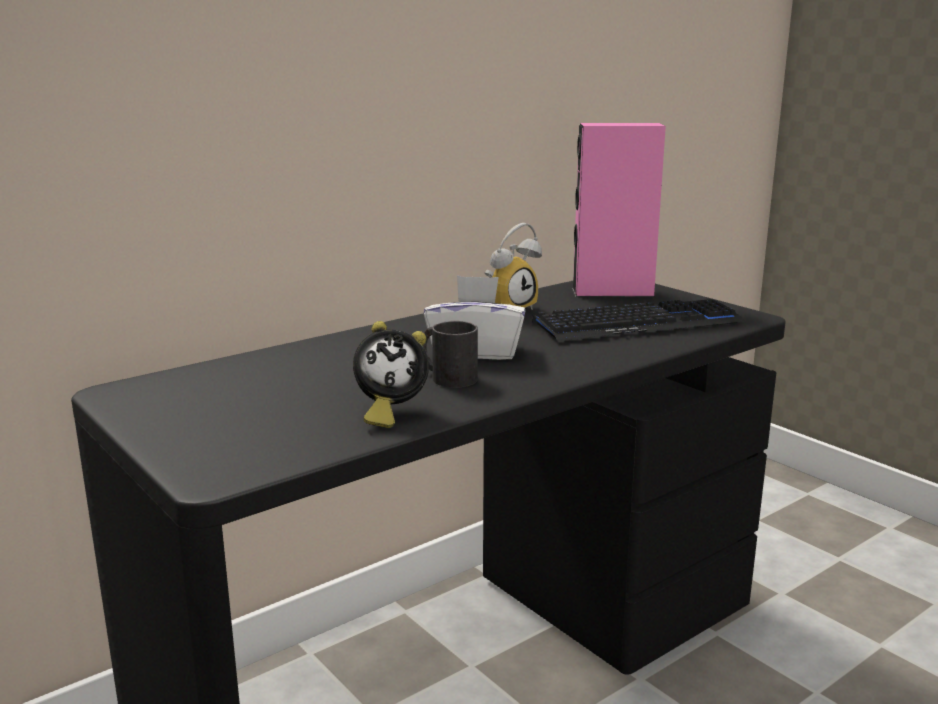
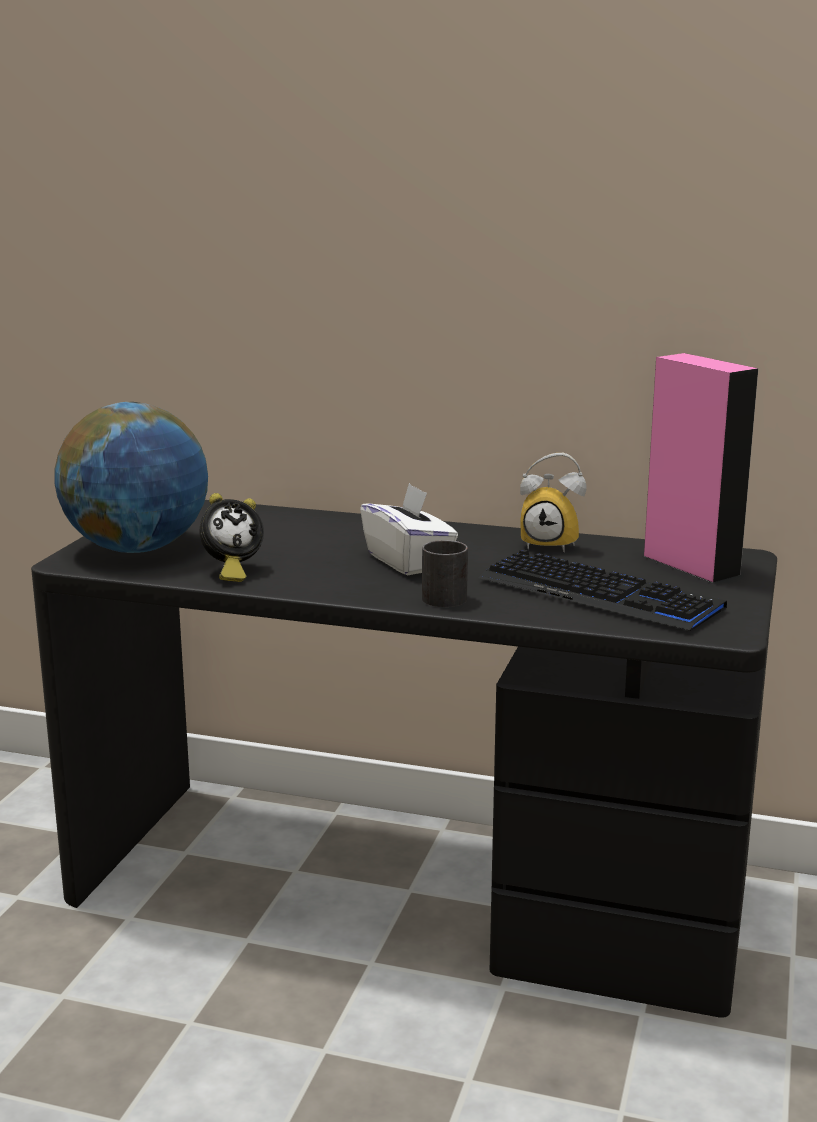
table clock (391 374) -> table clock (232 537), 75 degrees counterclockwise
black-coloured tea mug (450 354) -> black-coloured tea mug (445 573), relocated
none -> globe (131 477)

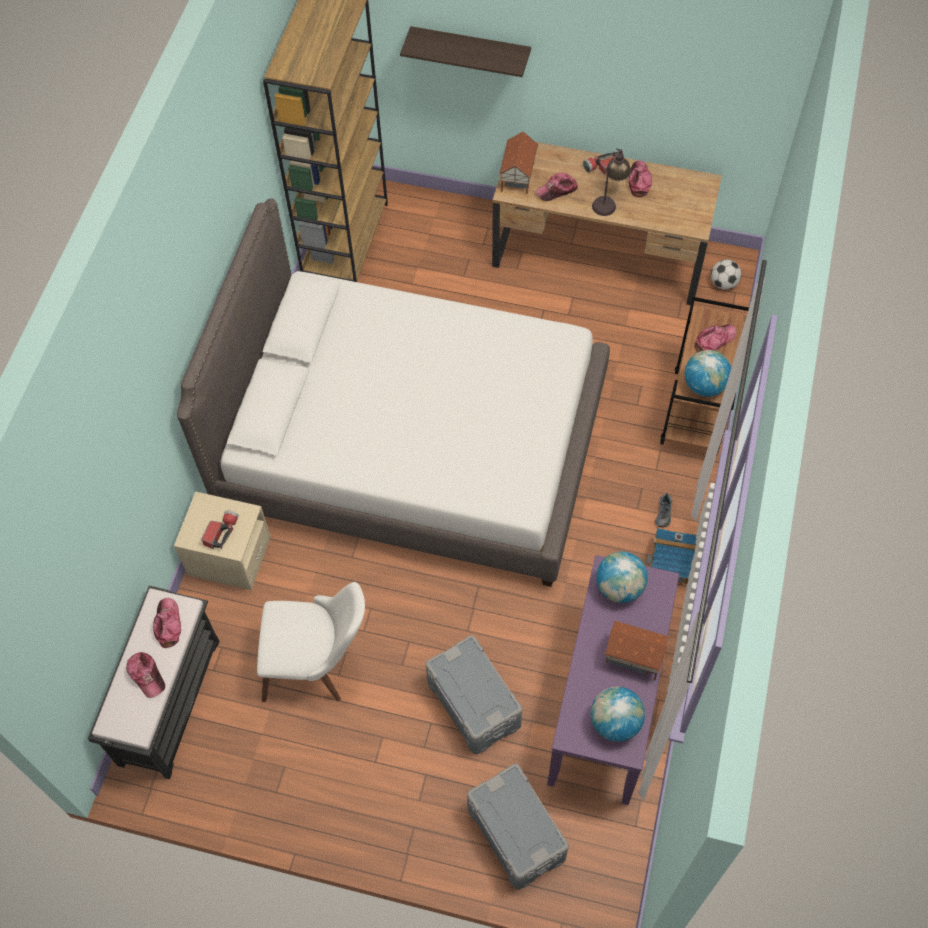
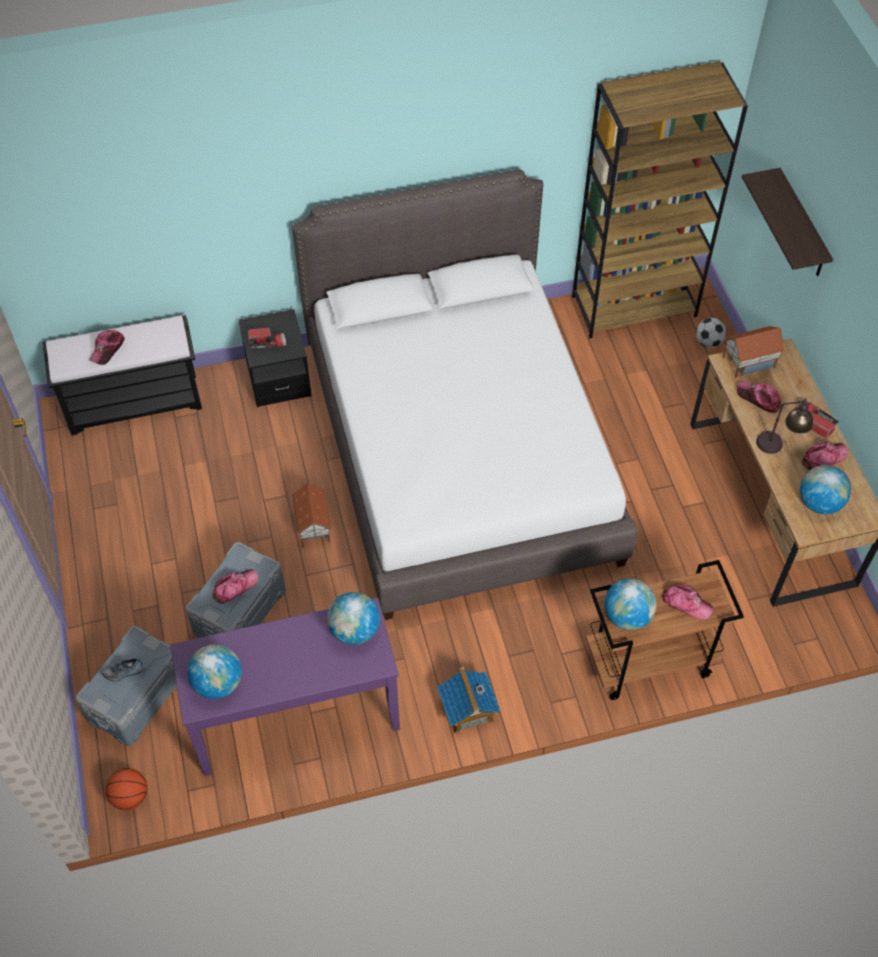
baseball cap (167 623) -> baseball cap (235 586), relocated
sand-coloured bedside table (222 540) -> black-coloured bedside table (275 358)
white-coloured upright chair (311 642) -> none
toy house (637 651) -> toy house (312 515), relocated
shoe (663 510) -> shoe (124 670), relocated
ball for football (726 274) -> ball for football (711 333), relocated
none -> ball for basketball (126 789)
none -> globe (825 489)

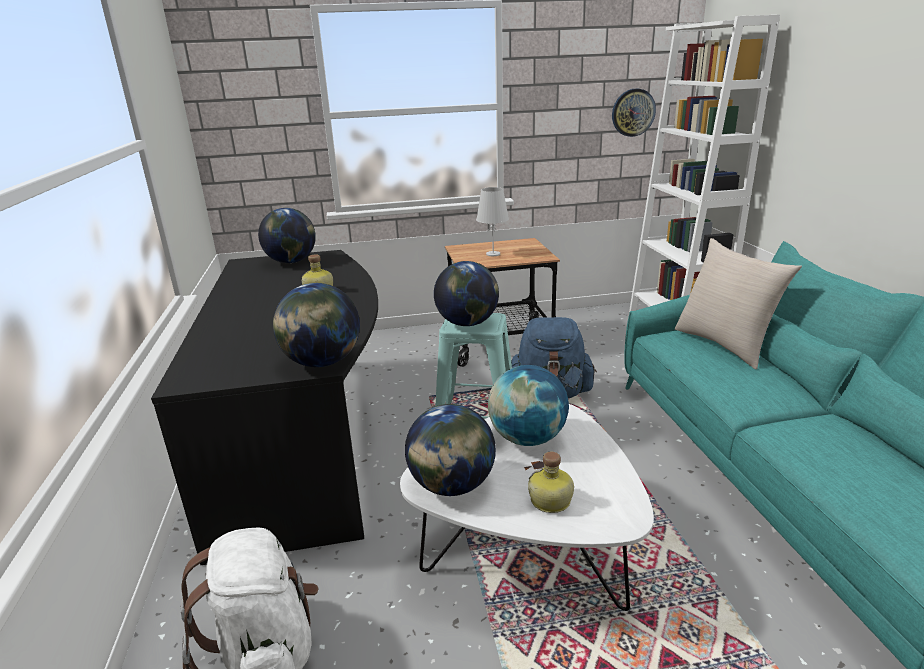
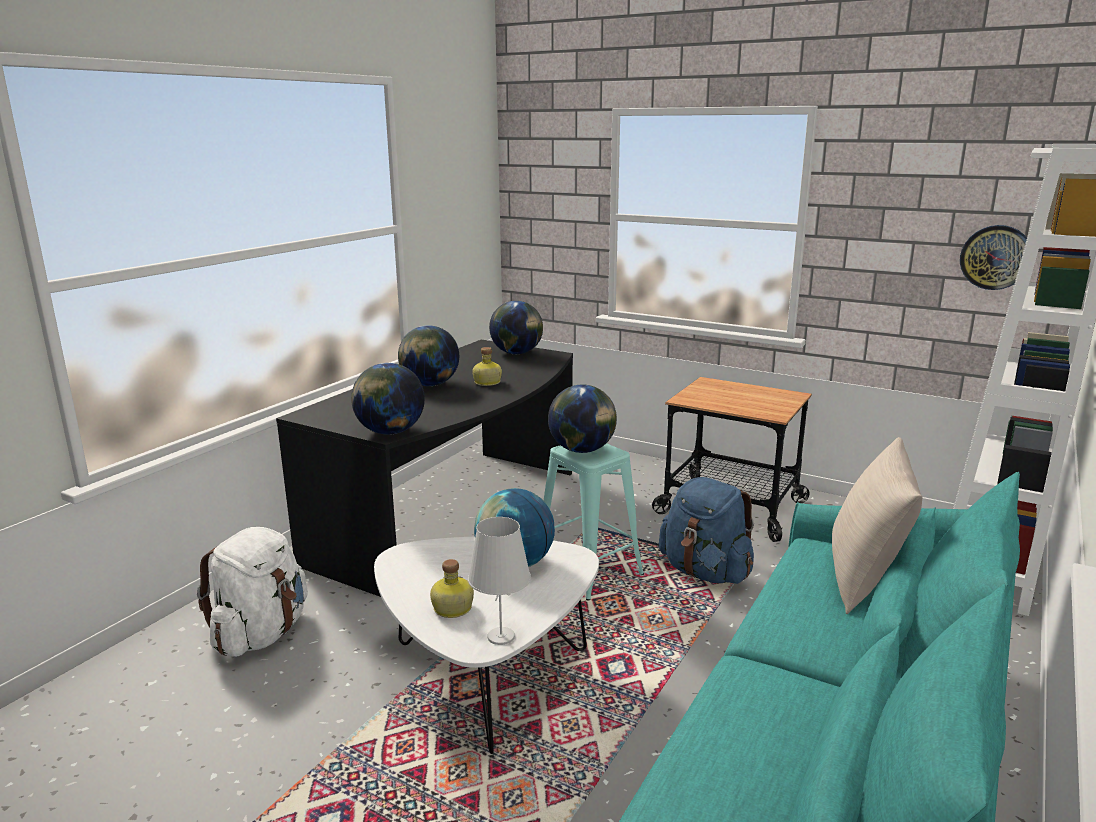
globe (450 450) -> globe (428 355), relocated
white-coloured tabletop lamp (492 221) -> white-coloured tabletop lamp (499 581), relocated

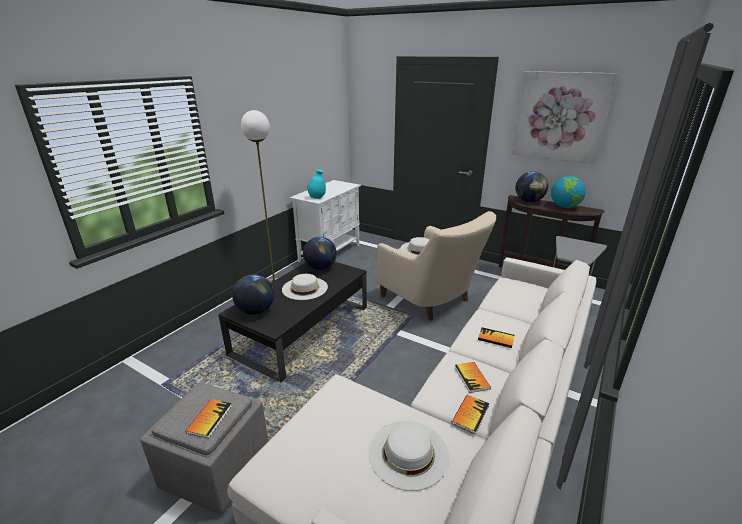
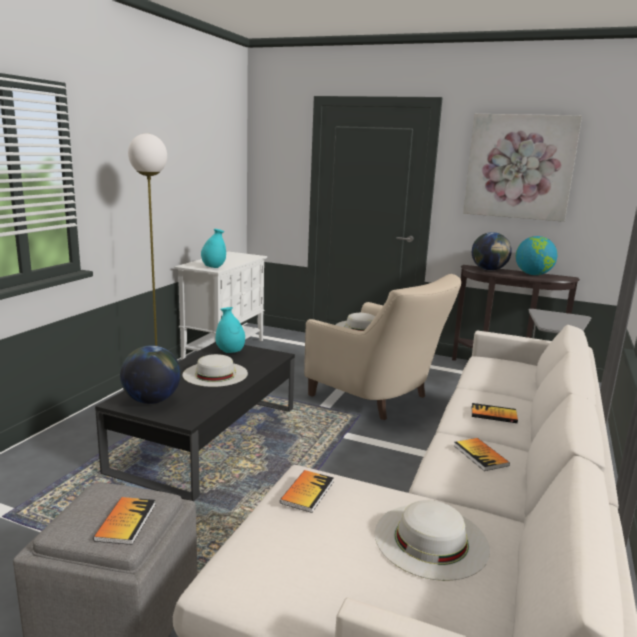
globe (320 253) -> turquoise-coloured decorative vase (230 330)
book (470 414) -> book (306 491), relocated

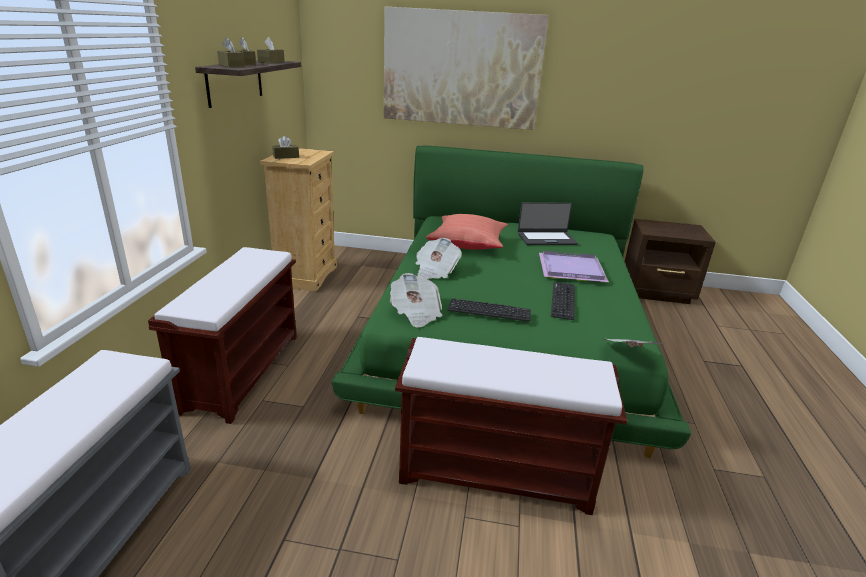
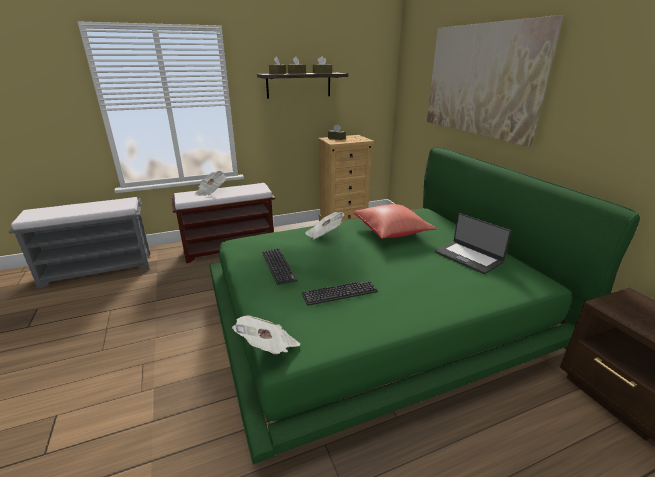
newspaper (416 300) -> newspaper (210 183), relocated
brown long seat (511 426) -> none
purple carrying tray (574 266) -> none

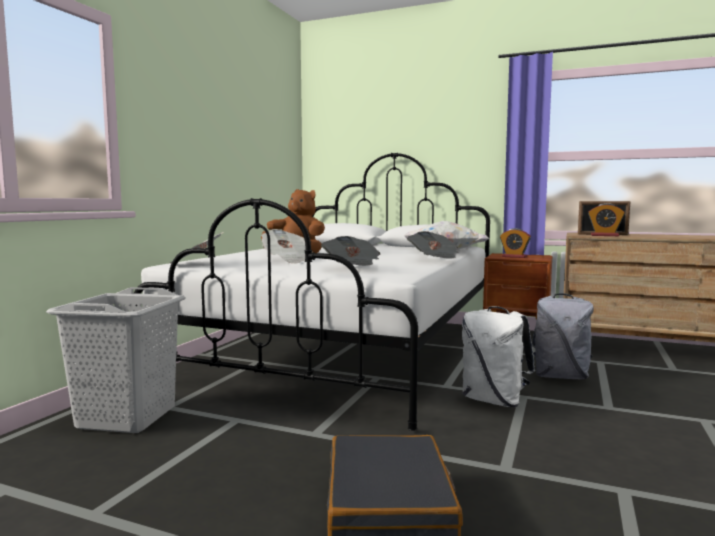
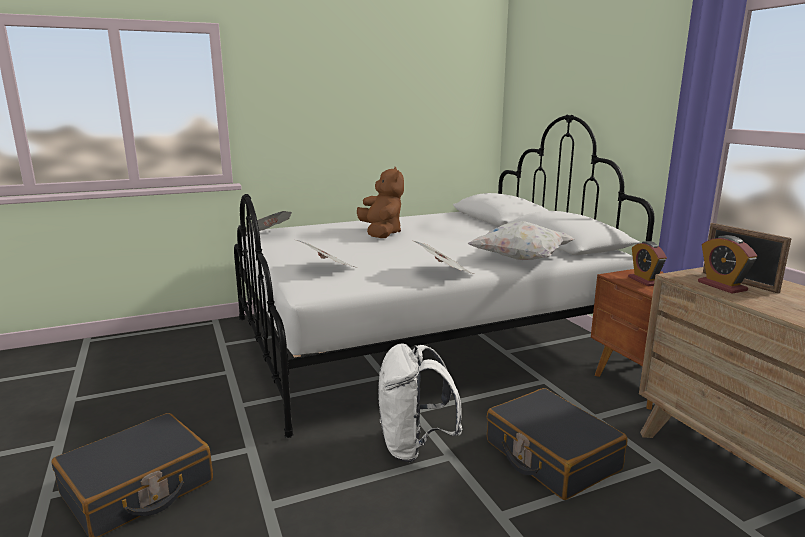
grey hamper (116 360) -> none
newspaper (283 246) -> none
grey backpack (563 336) -> black-coloured piece of luggage (557 444)

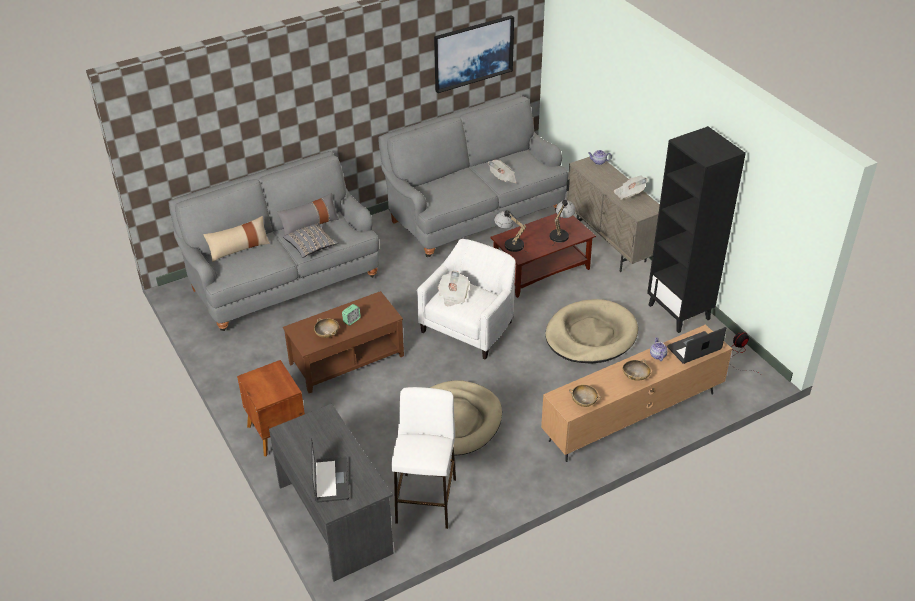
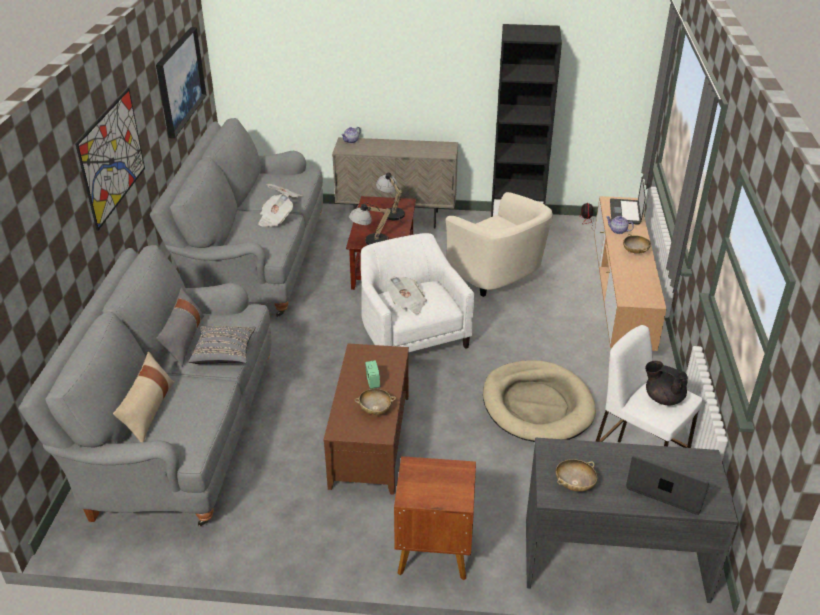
sand-coloured pet bed (591 331) -> sand-coloured armchair (499 244)
sand-coloured bowl (585 396) -> sand-coloured bowl (576 475), relocated
newspaper (631 187) -> newspaper (275 210), relocated
none -> wall picture (110 159)
none -> black-coloured teapot (666 383)

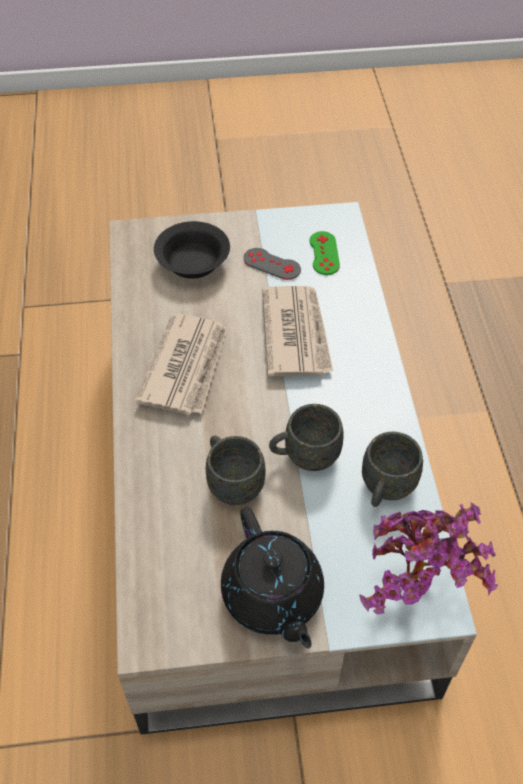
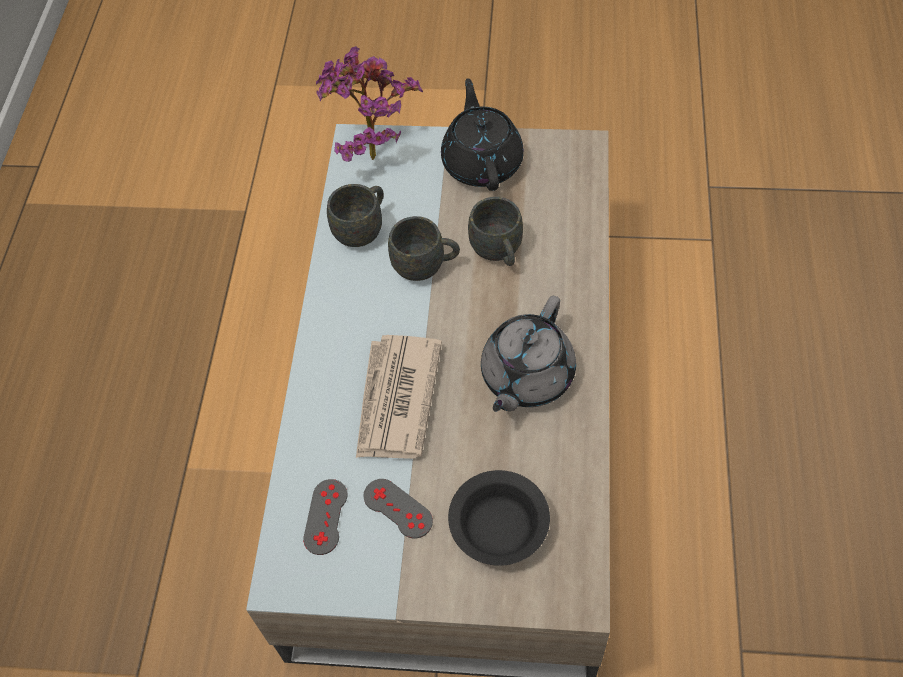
newspaper (181 364) -> grey teapot (528 354)
green joypad (324 253) -> grey joypad (325 517)

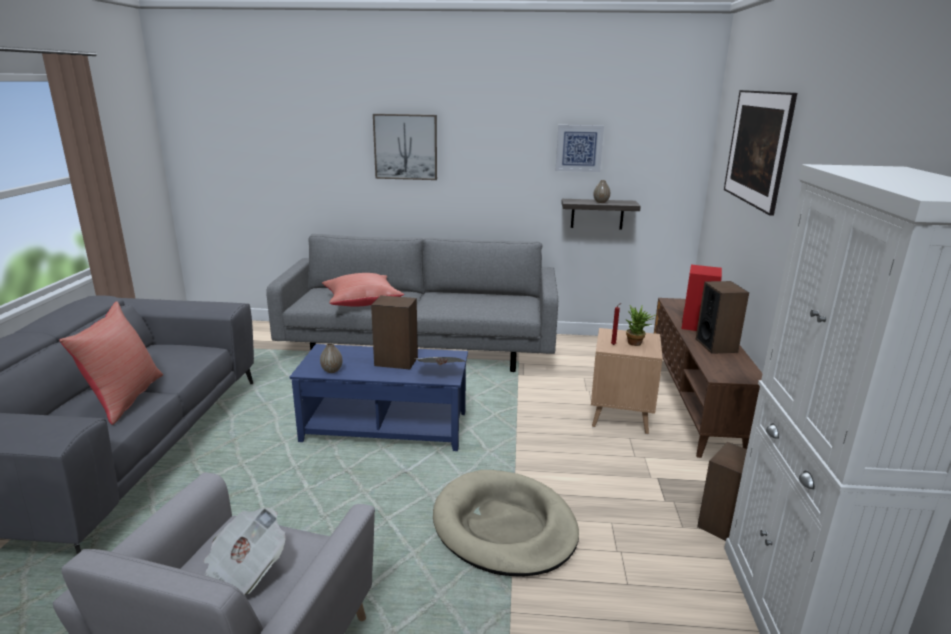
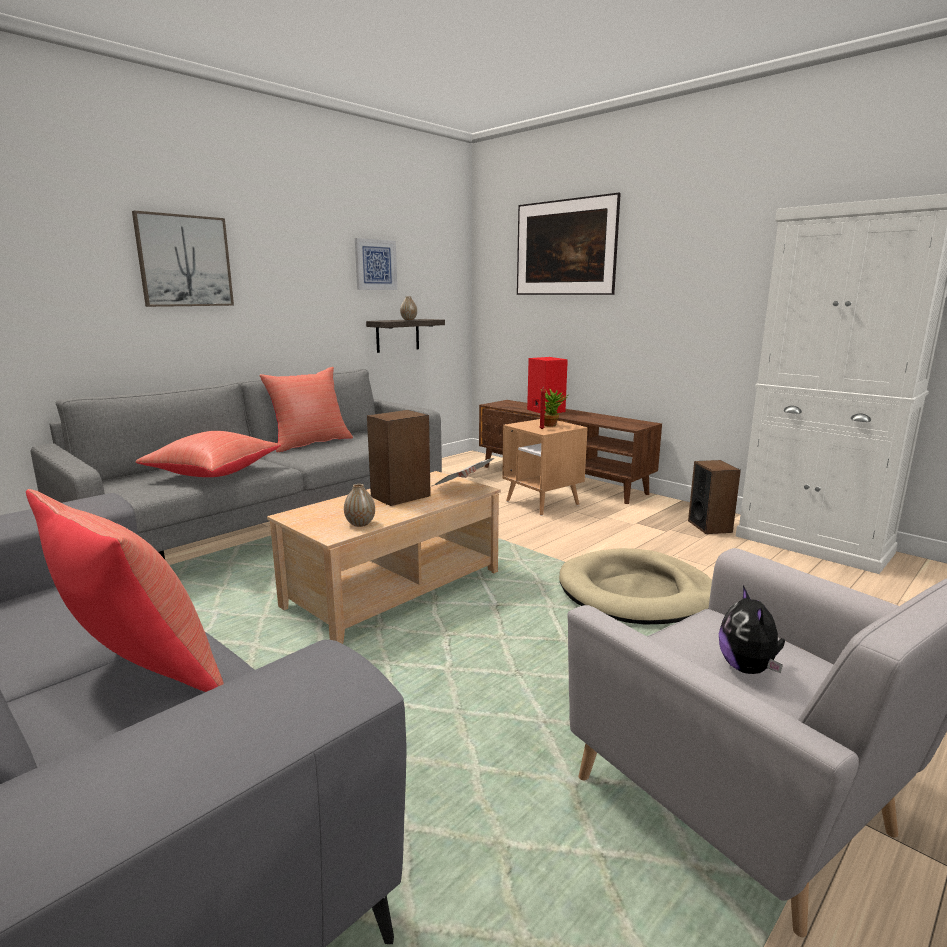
newspaper (244 551) -> soft toy (752 630)
blue coffee table (379 397) -> sand-coloured coffee table (384 557)
speaker (722 317) -> none
none -> red-coloured throw pillow (306 409)

